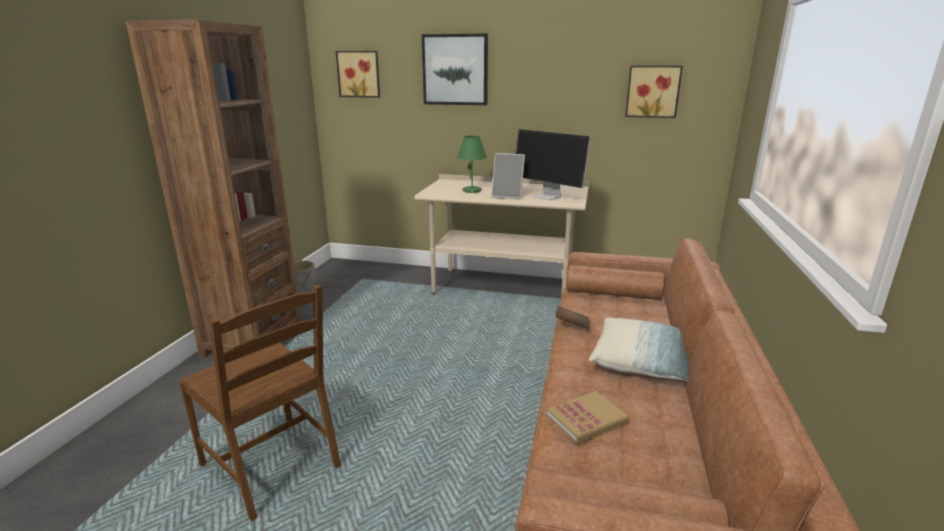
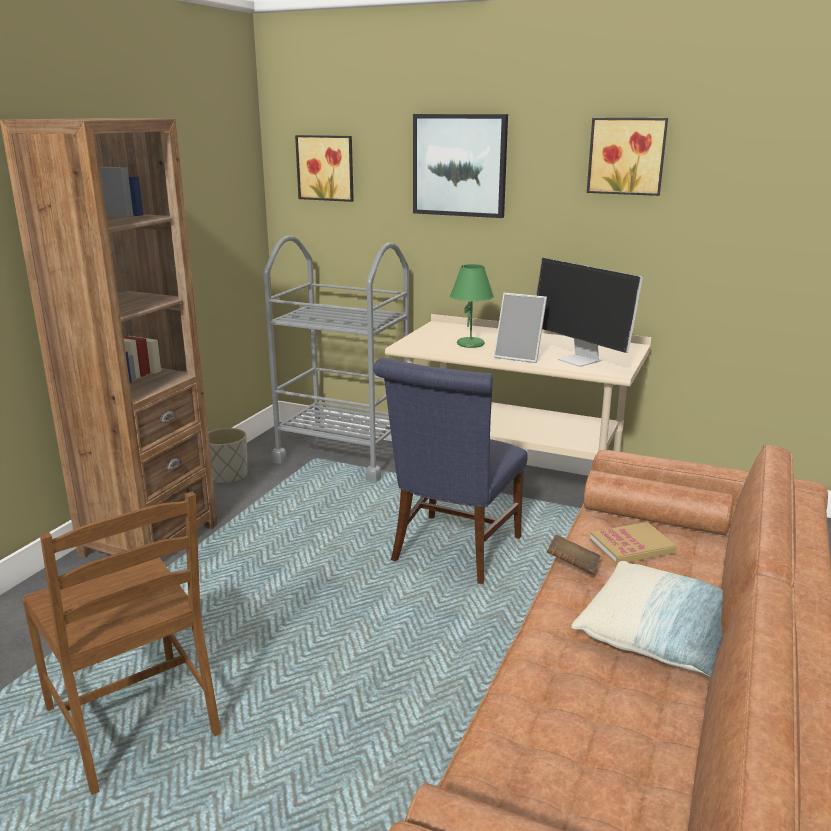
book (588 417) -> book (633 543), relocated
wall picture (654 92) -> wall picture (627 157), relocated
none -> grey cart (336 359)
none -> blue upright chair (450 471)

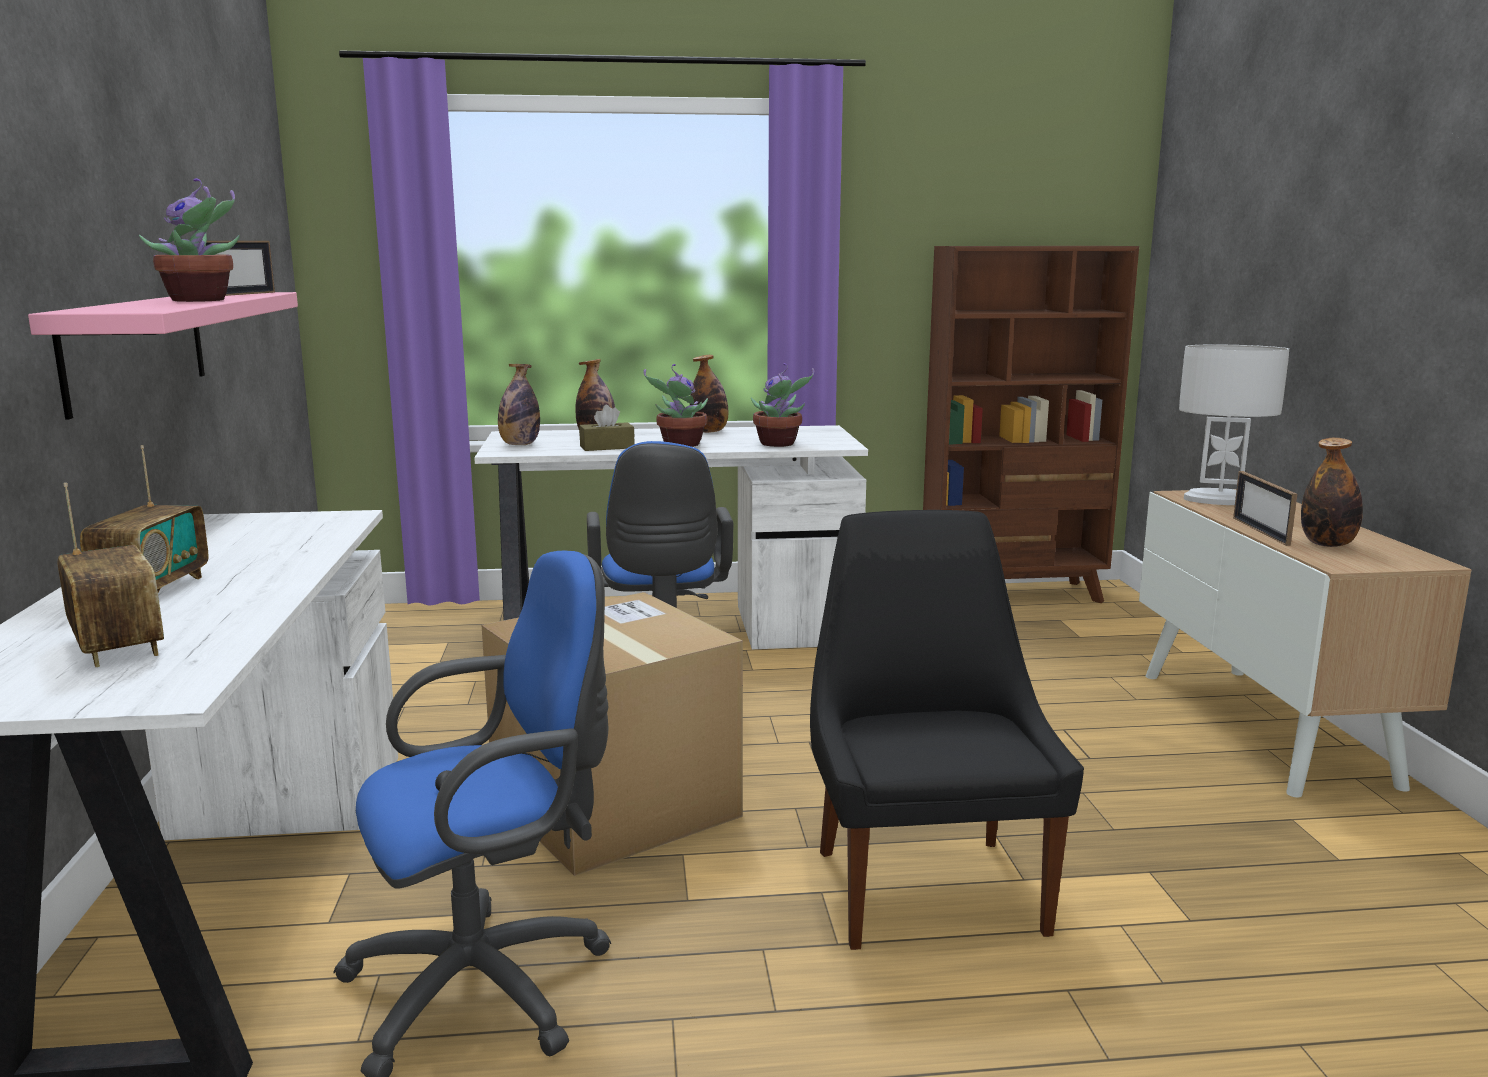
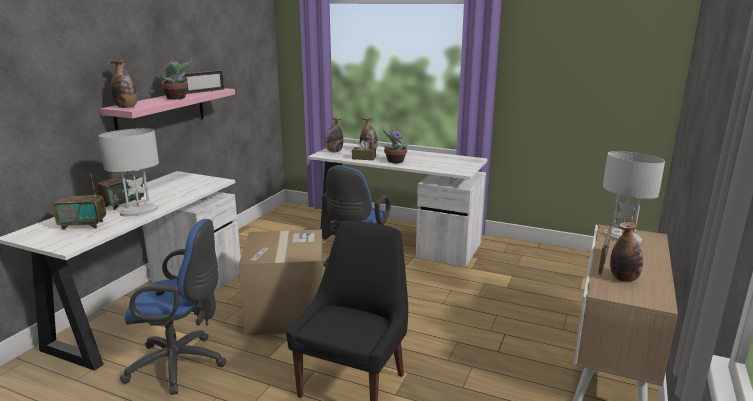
radio set (110 575) -> radio set (79 202), 90 degrees clockwise
drink bottle (709 394) -> drink bottle (124 84), relocated
plant in a pot (783 405) -> none
brown bookshelf (1031 424) -> none
none -> white-coloured tabletop lamp (129 172)

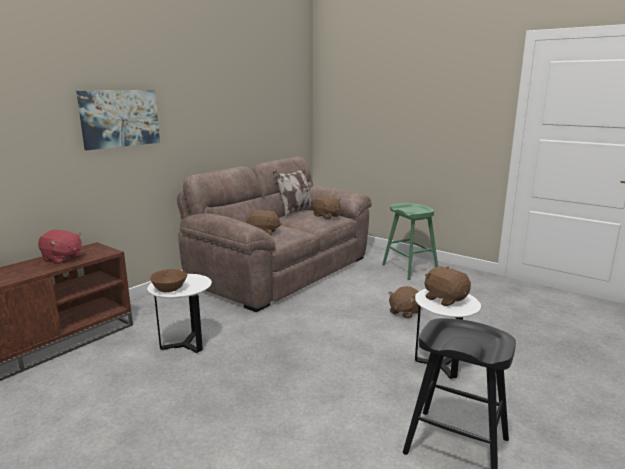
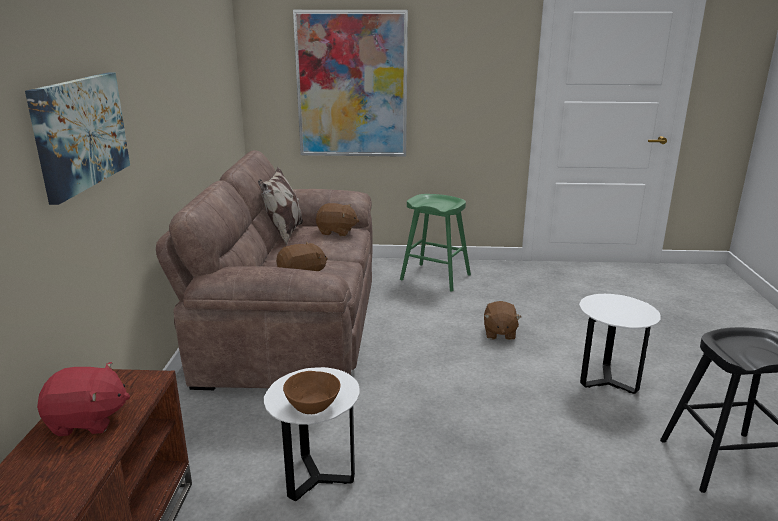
brown soft toy (447 286) -> none
none -> wall picture (350 83)

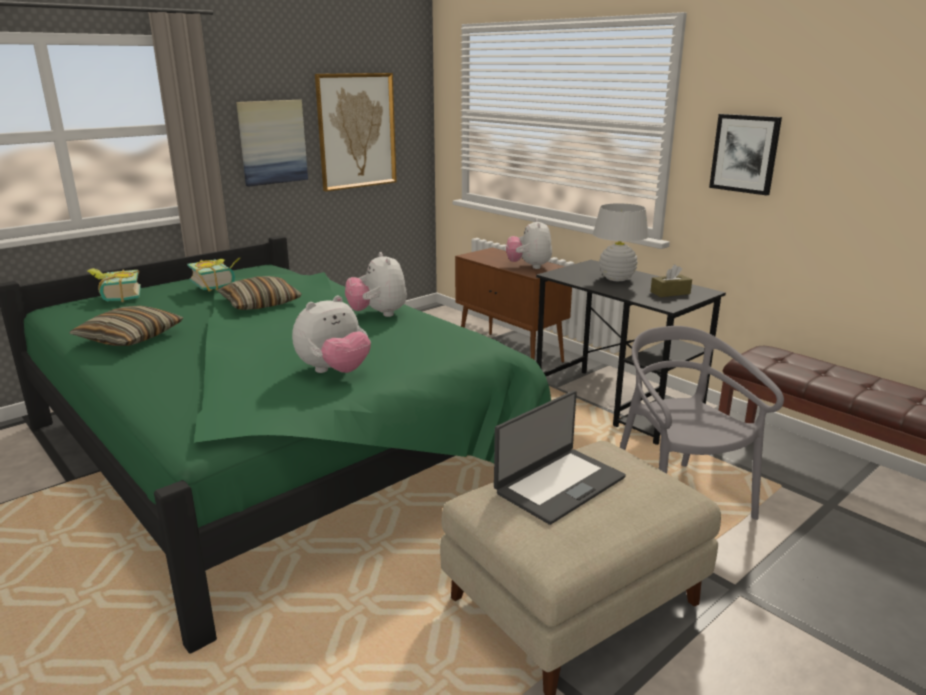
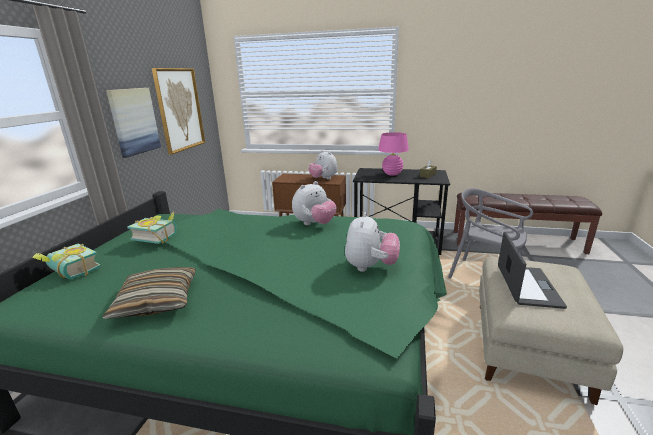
throw pillow (259 293) -> none
soft toy (376 284) -> soft toy (314 203), 75 degrees counterclockwise
white-coloured tabletop lamp (621 242) -> pink-coloured tabletop lamp (393 154)
wall picture (745 155) -> none

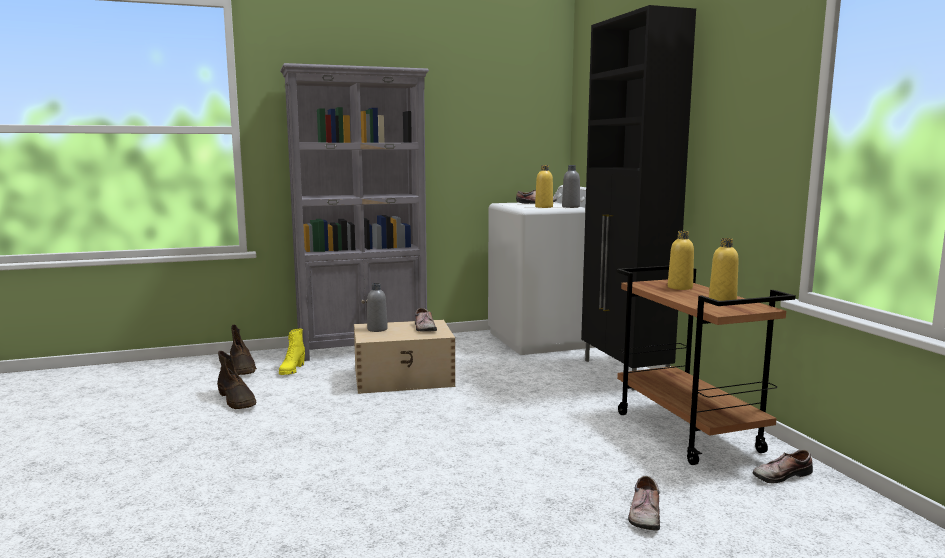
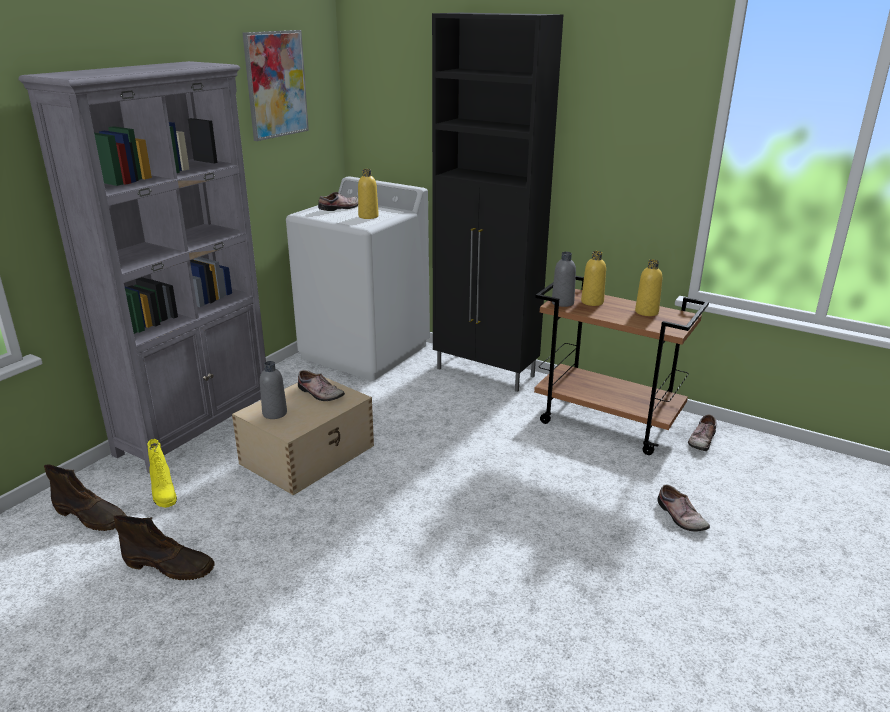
grey drink bottle (571 186) -> grey drink bottle (564 279), relocated
none -> wall picture (276 85)

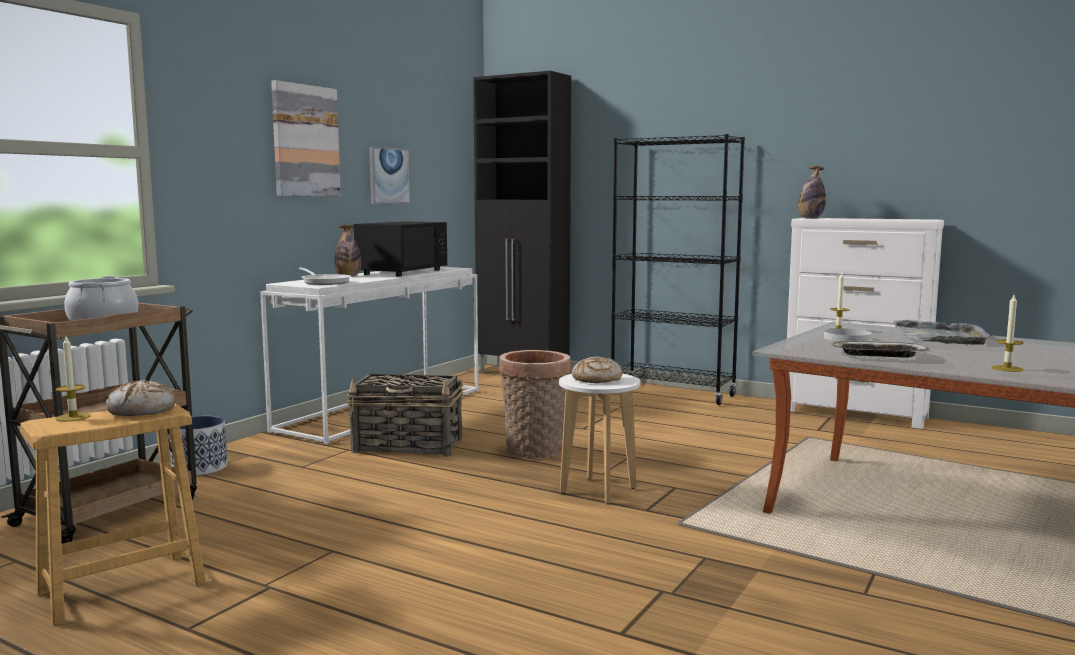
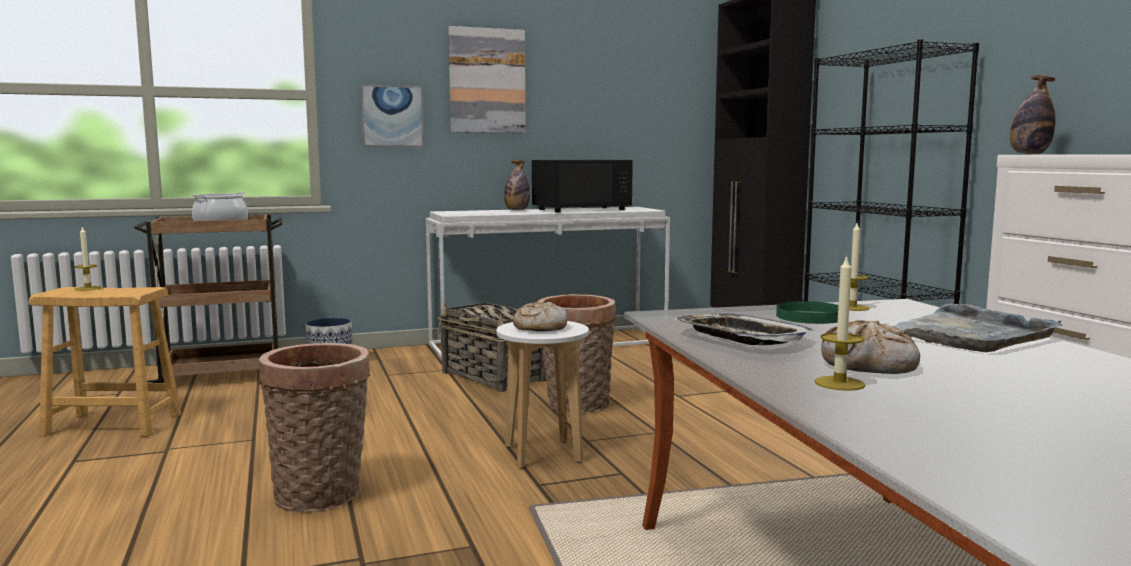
baked bread (141 397) -> baked bread (870 347), relocated
skillet (324 276) -> none
wall picture (389 175) -> wall picture (392 116), relocated
white-coloured plate (848 335) -> green plate (807 312)
none -> basket (314 427)

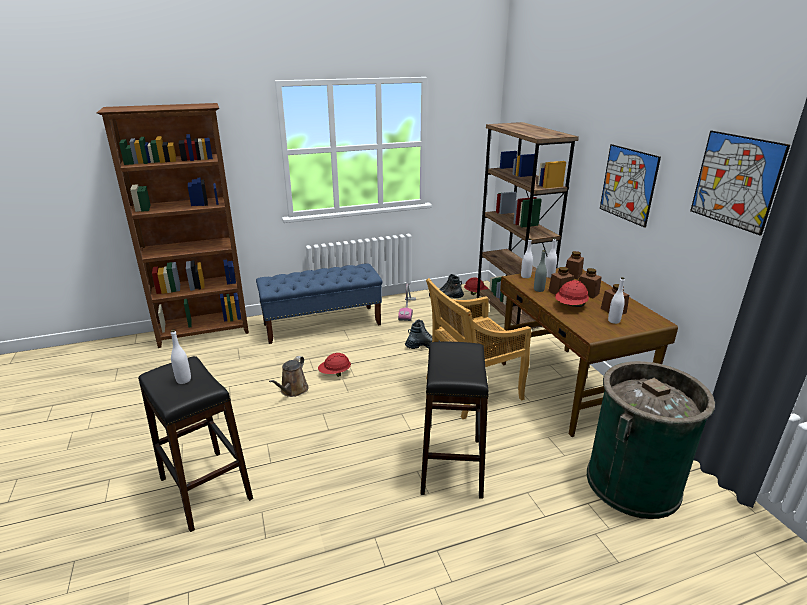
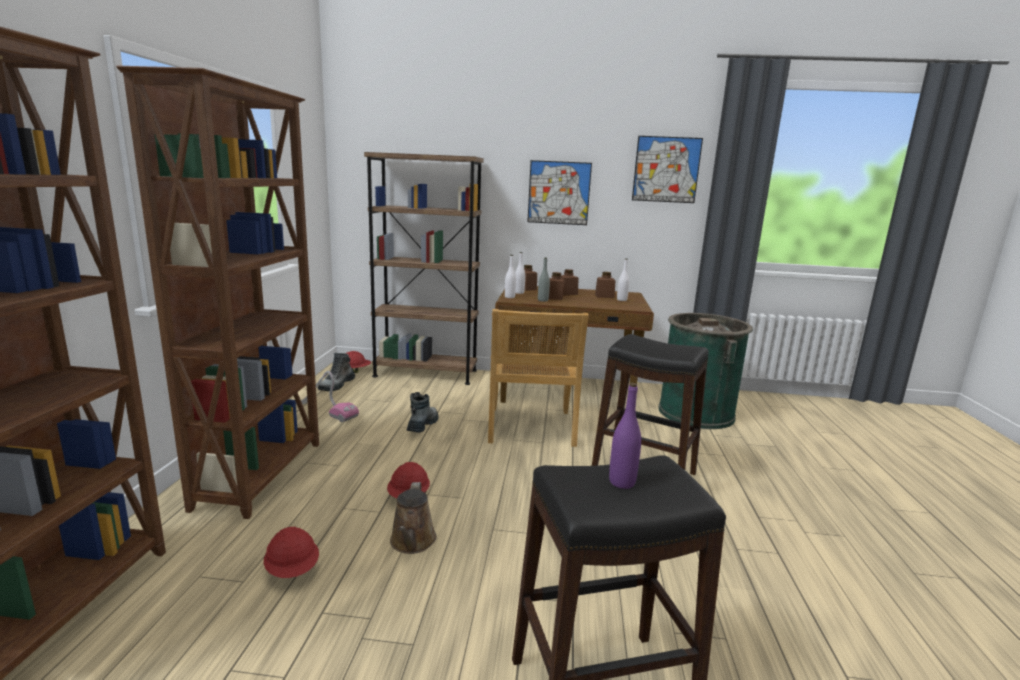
white-coloured drink bottle (181 357) -> purple drink bottle (625 436)
blue long seat (319 303) -> brown bookshelf (217 292)
brown watering can (289 376) -> brown watering can (413 518), 45 degrees clockwise
red-coloured work helmet (572 293) -> red-coloured work helmet (291 552), relocated

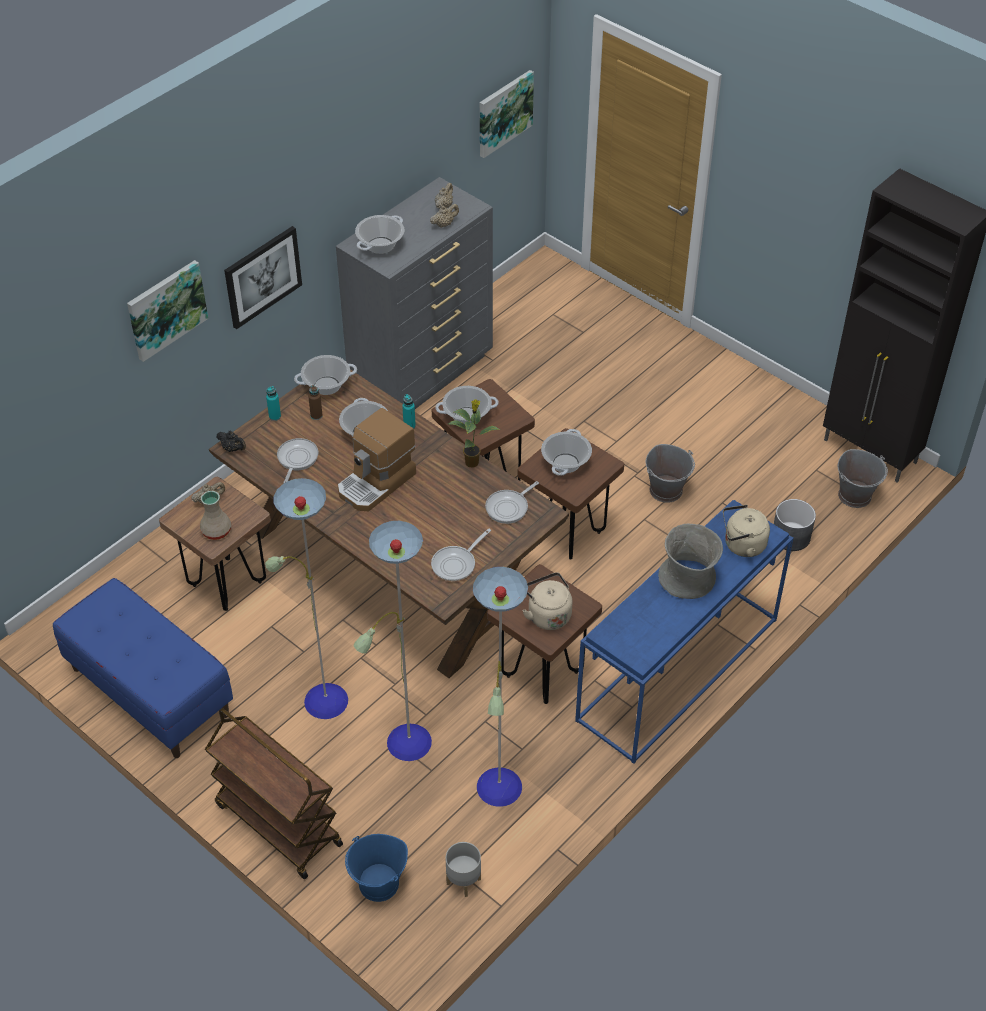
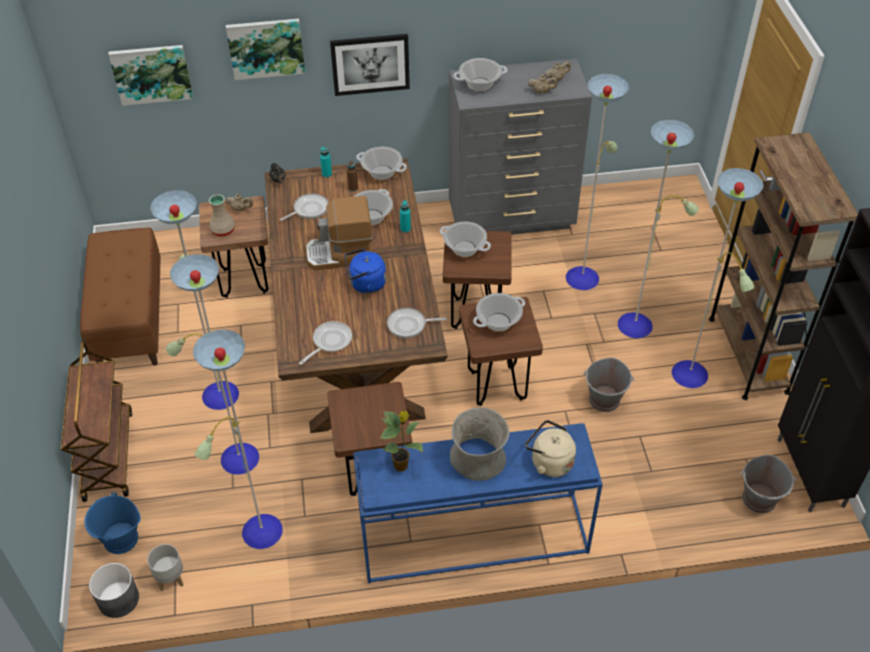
blue long seat (143 668) -> brown long seat (120 296)
skillet (461 554) -> skillet (325 343), 135 degrees clockwise
plant in a pot (474 433) -> plant in a pot (401 441), relocated
wall picture (507 114) -> wall picture (150 75), relocated
sand-coloured tea kettle (547 601) -> none
grey flower pot (795 525) -> grey flower pot (114 590), relocated
none -> blue tea kettle (365 271)
none -> standing lamp (665 231)
none -> brown bookshelf (783 266)

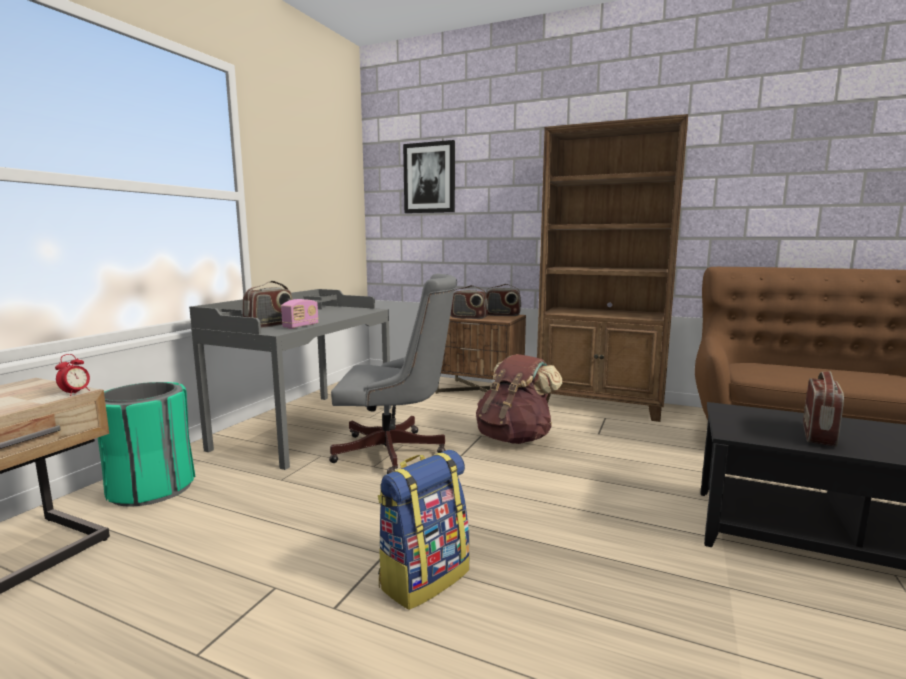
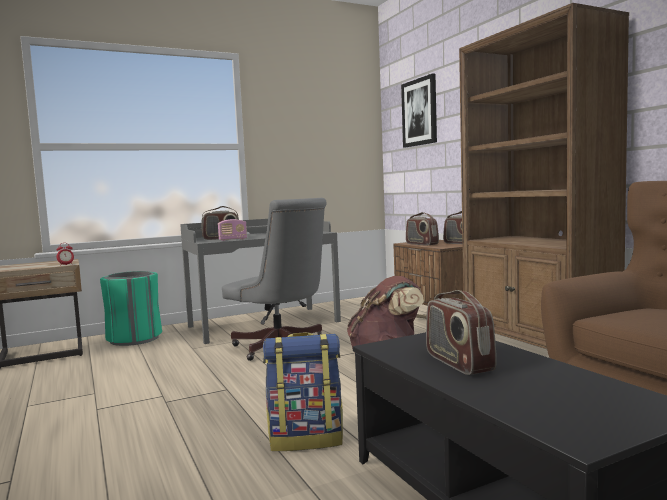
backpack (424 530) -> backpack (303 391), relocated
radio set (823 409) -> radio set (461 332), 90 degrees clockwise

